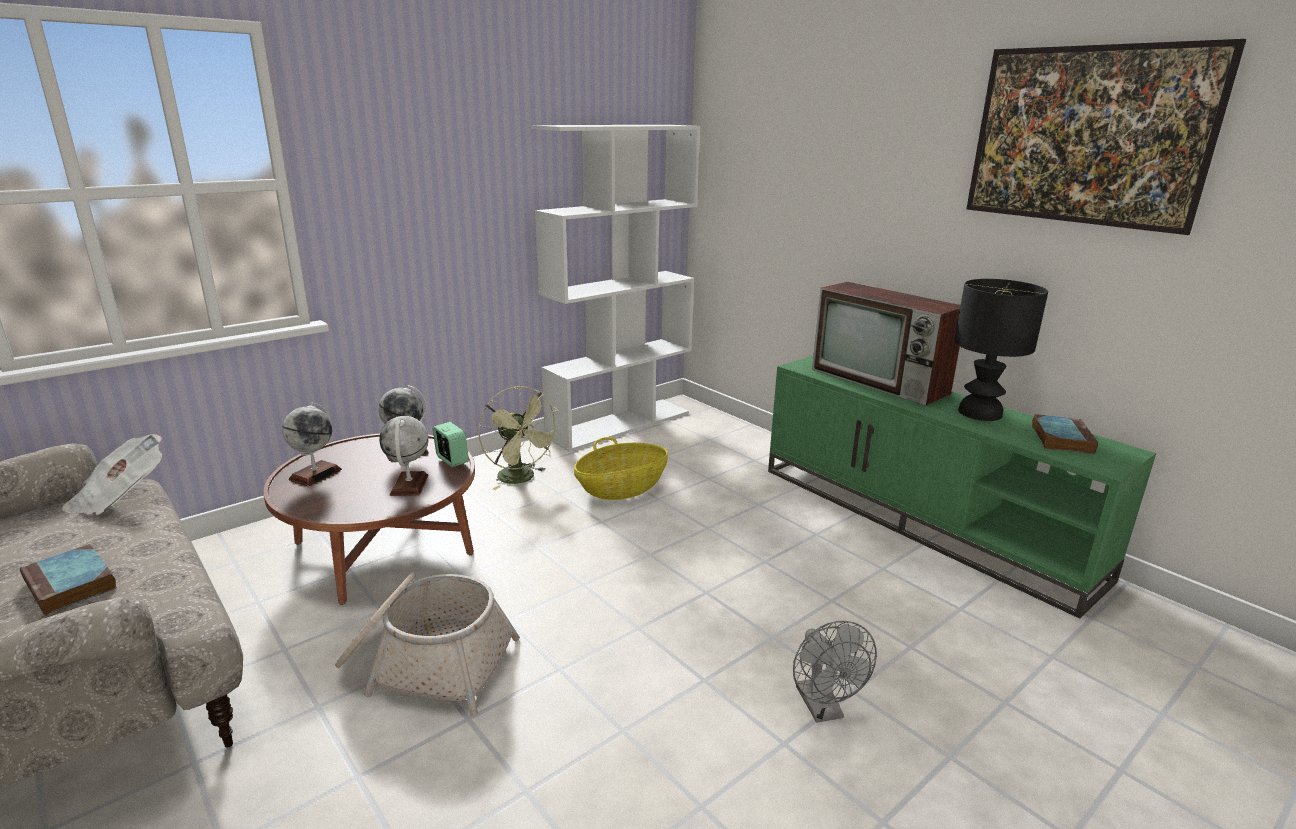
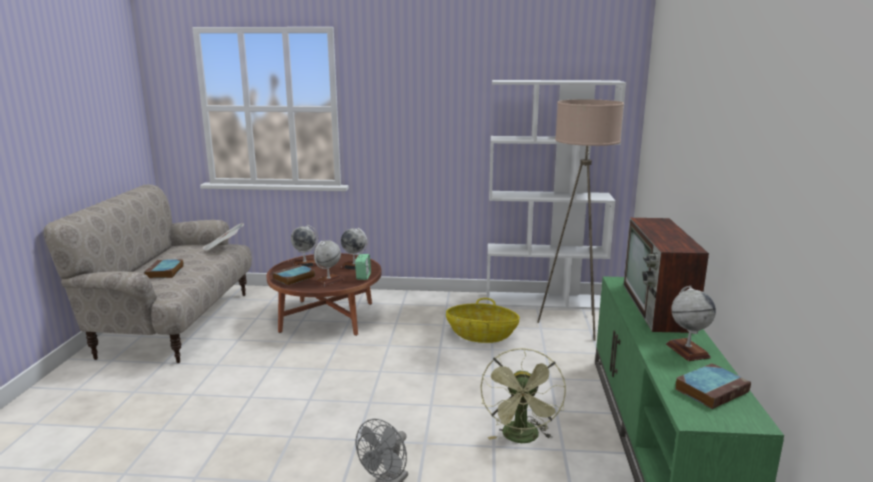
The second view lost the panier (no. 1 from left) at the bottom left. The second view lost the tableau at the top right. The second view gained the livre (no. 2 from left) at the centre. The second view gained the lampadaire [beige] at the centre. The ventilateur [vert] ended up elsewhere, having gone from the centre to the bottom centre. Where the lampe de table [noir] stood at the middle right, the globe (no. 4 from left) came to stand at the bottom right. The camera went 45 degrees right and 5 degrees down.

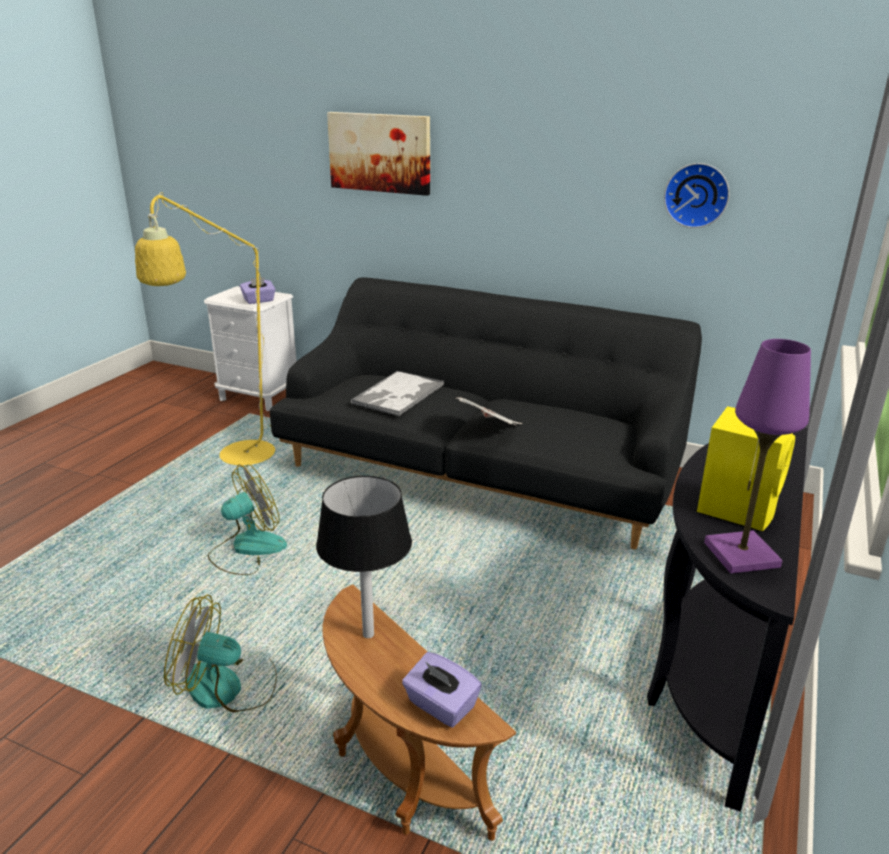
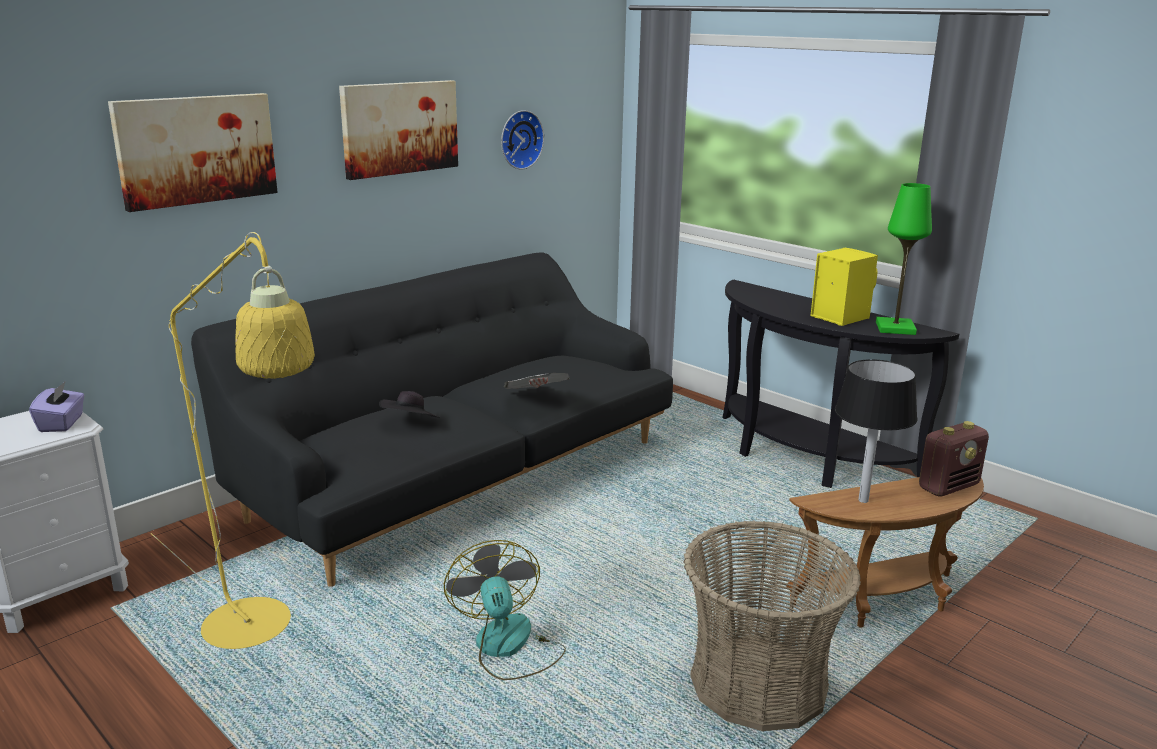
The second view gained the tableau (no. 2 from left) at the top centre. Where the ventilateur (no. 1 from left) stood at the bottom left, the panier came to stand at the bottom right. Where the plateau stood at the centre, the chapeau [noir] came to stand at the centre. Where the boîte à mouchoirs [violet] (no. 2 from left) stood at the bottom centre, the radio came to stand at the middle right. What was the lampe de table [violet] at the middle right turned into the lampe de table [vert] at the middle right. The camera went 70 degrees left and 5 degrees down.

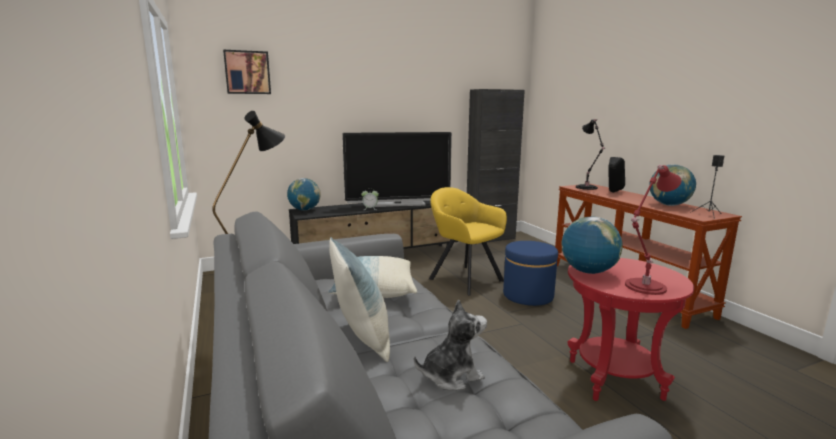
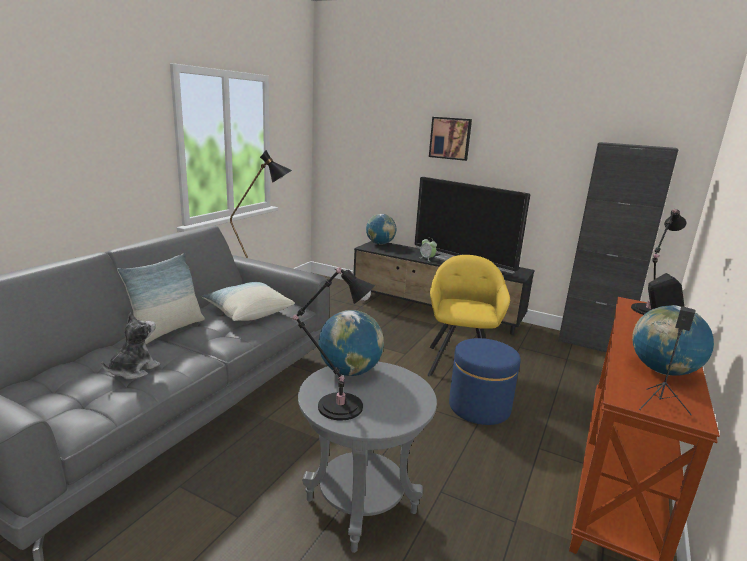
The tableau ended up elsewhere, having gone from the top left to the top centre. What was the table d'appoint [rouge] at the bottom right turned into the table d'appoint [gris] at the bottom centre. What was the lampe de table [rouge] at the middle right turned into the lampe de table [noir] (no. 1 from left) at the centre. The peluche at the bottom centre ended up facing another way, 90 degrees counterclockwise from before. The camera went 50 degrees right and 5 degrees up.

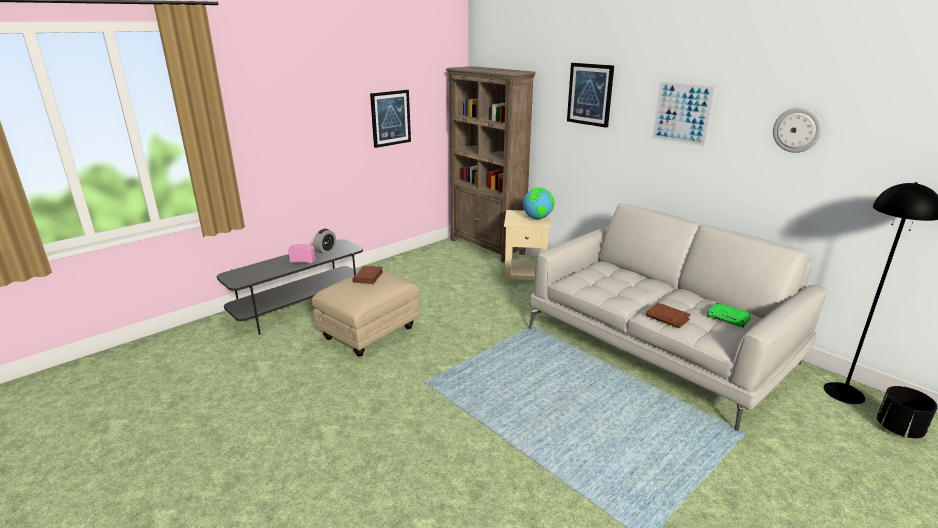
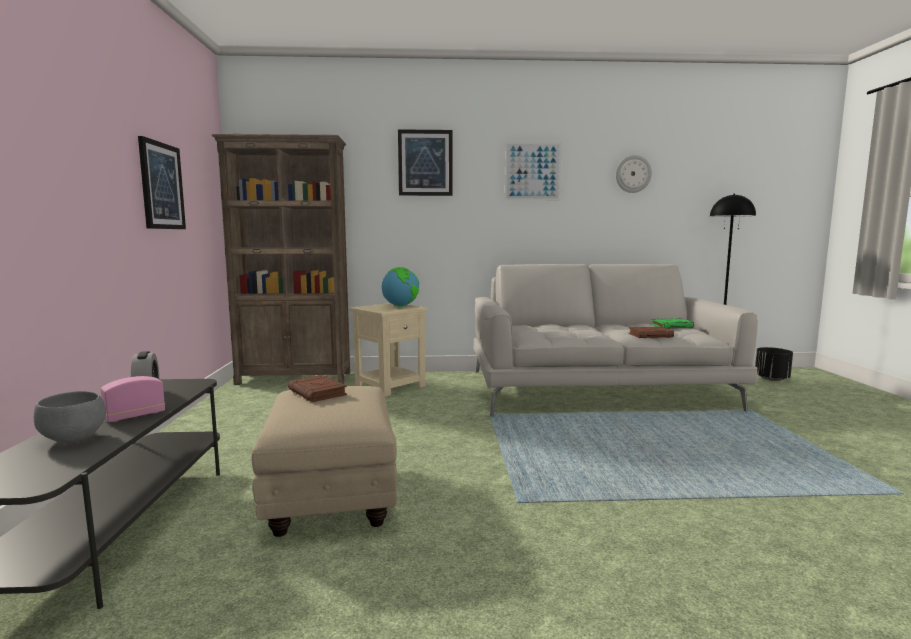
The second view gained the bol [gris] at the middle left. The camera went 50 degrees left and 15 degrees down.

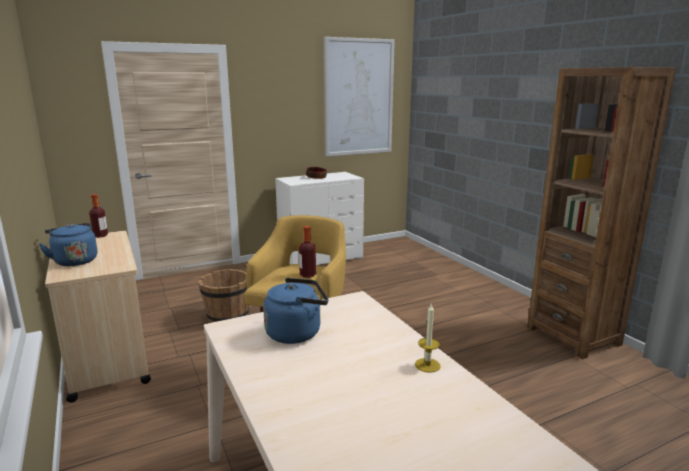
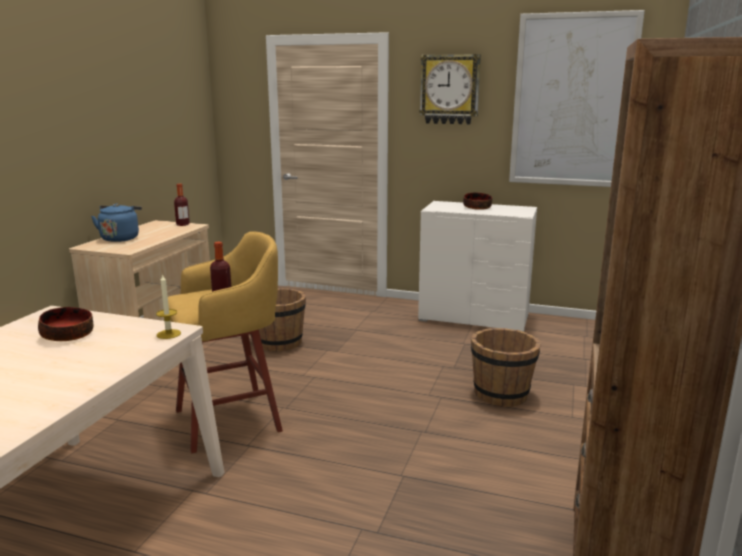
The second view gained the horloge murale at the top centre. The second view gained the seau [marron] (no. 2 from left) at the middle right. The bougie ended up elsewhere, having gone from the bottom centre to the middle left. Where the bouilloire [bleu] (no. 2 from left) stood at the centre, the bol (no. 1 from left) came to stand at the middle left. The camera went 45 degrees right and 0 degrees up.

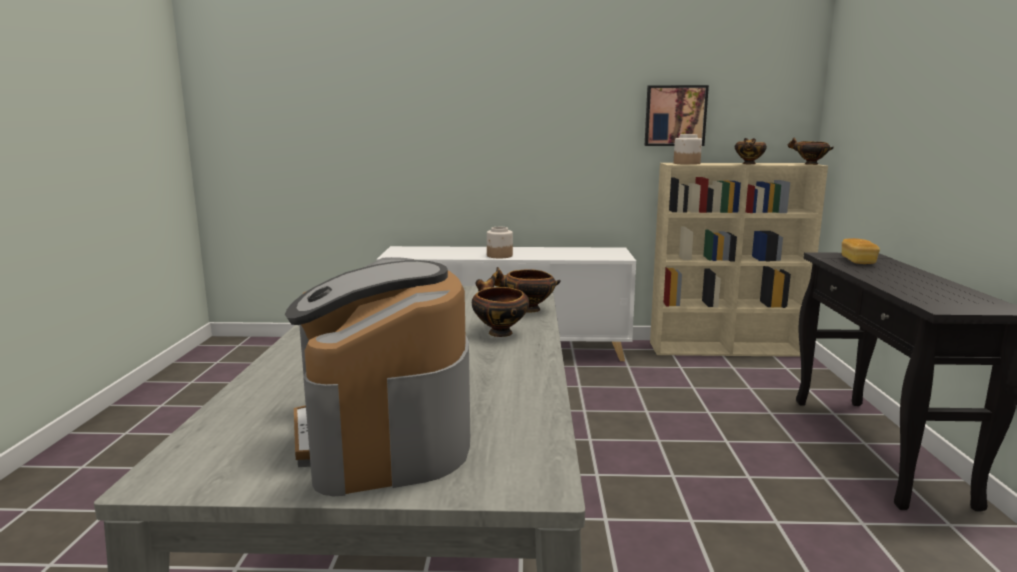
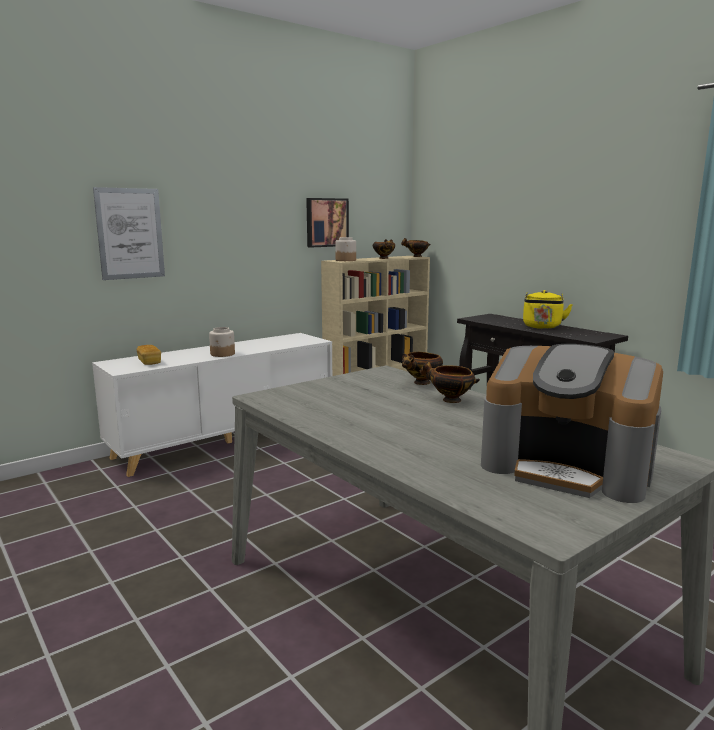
The second view gained the tableau (no. 1 from left) at the top left. The second view gained the bouilloire [jaune] at the middle right. The pain ended up elsewhere, having gone from the middle right to the middle left. The camera went 40 degrees left and 0 degrees up.

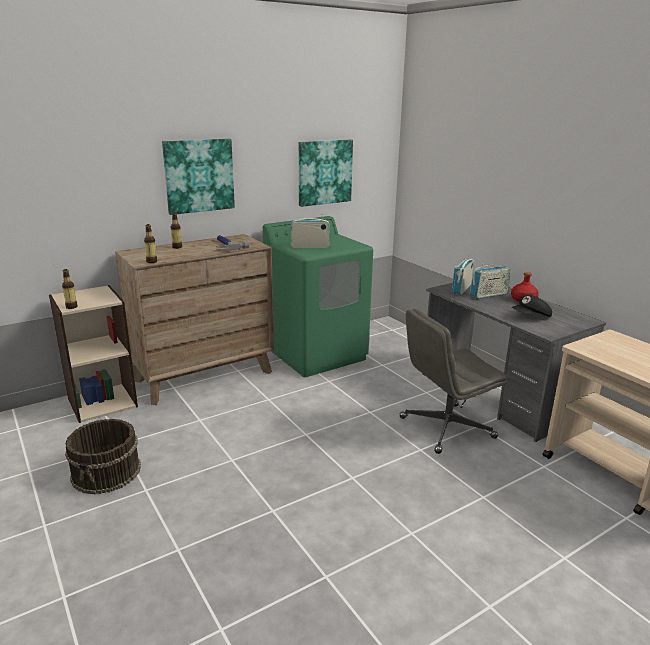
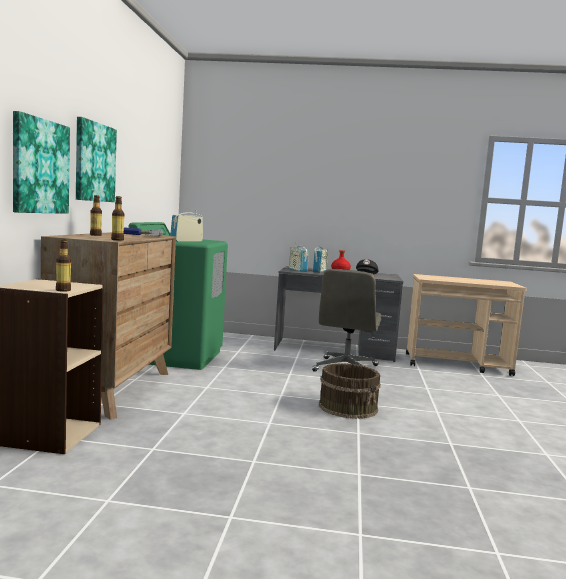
The seau [marron] ended up elsewhere, having gone from the bottom left to the bottom centre. The tableau (no. 2 from left in the first image) ended up elsewhere, having gone from the top centre to the top left. The camera went 50 degrees left and 15 degrees down.

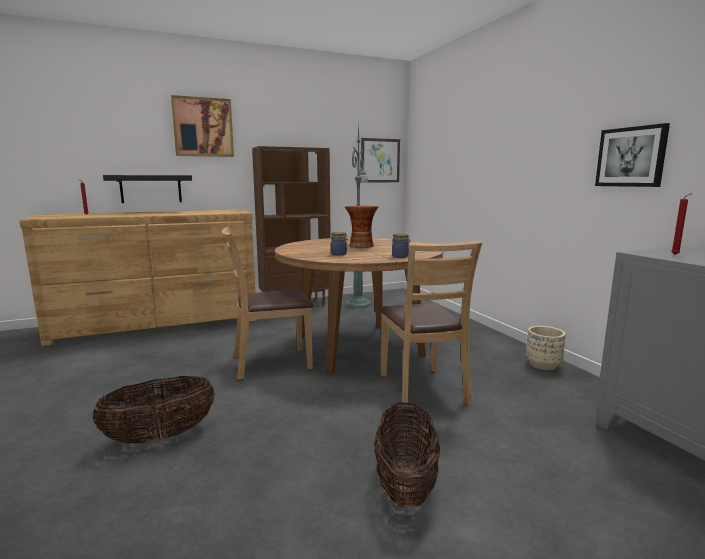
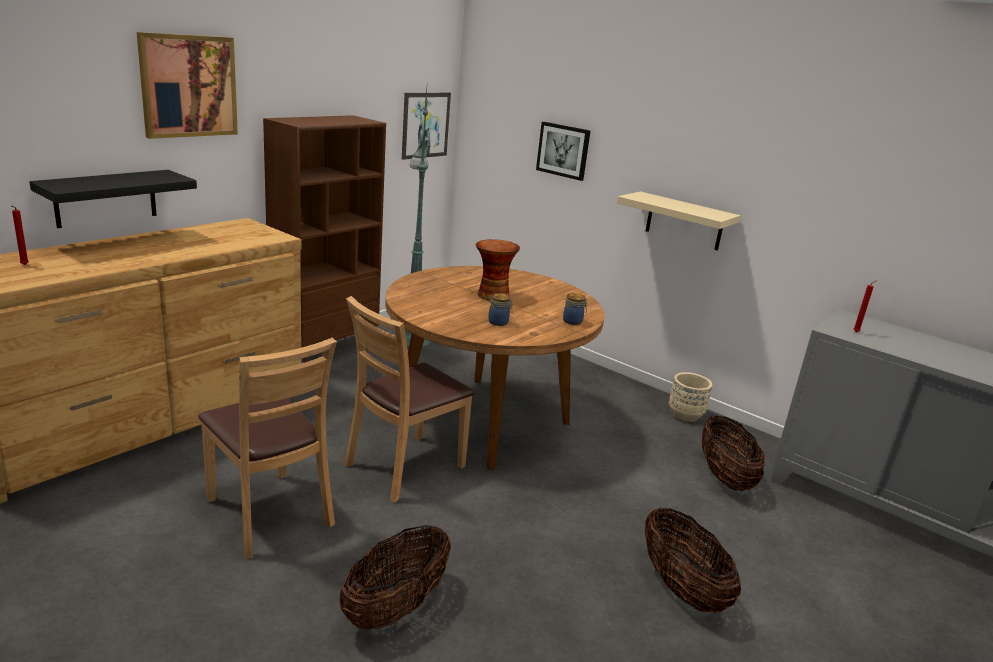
The second view gained the étagère [beige] at the middle right. The second view gained the panier (no. 3 from left) at the bottom right. The chaise [marron] (no. 2 from left in the first image) ended up elsewhere, having gone from the centre to the bottom left. The tableau (no. 3 from left) ended up elsewhere, having gone from the top right to the top centre. The camera went 30 degrees left and 10 degrees up.

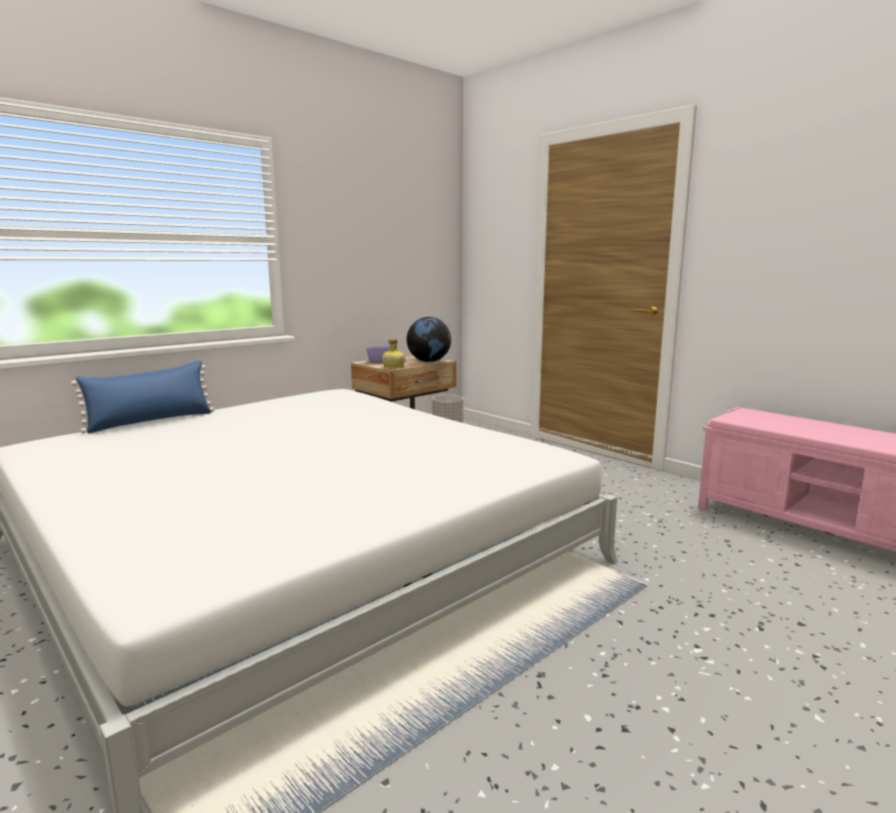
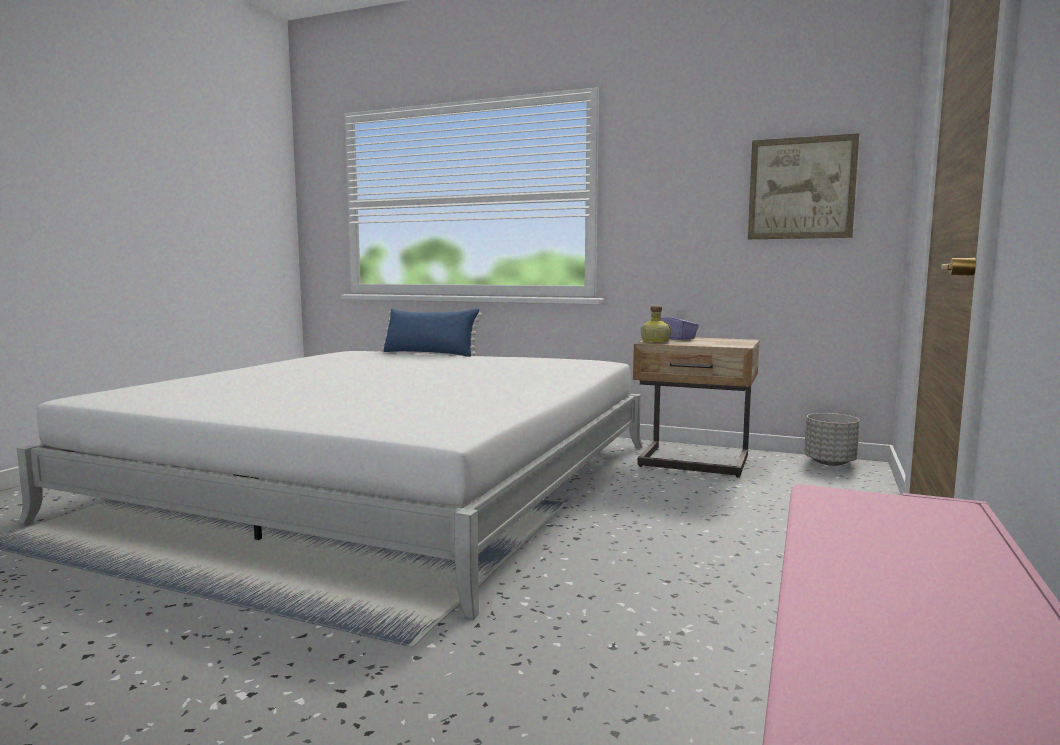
The second view lost the globe at the centre. The second view gained the tableau at the top right. The camera went 65 degrees right and 5 degrees down.

